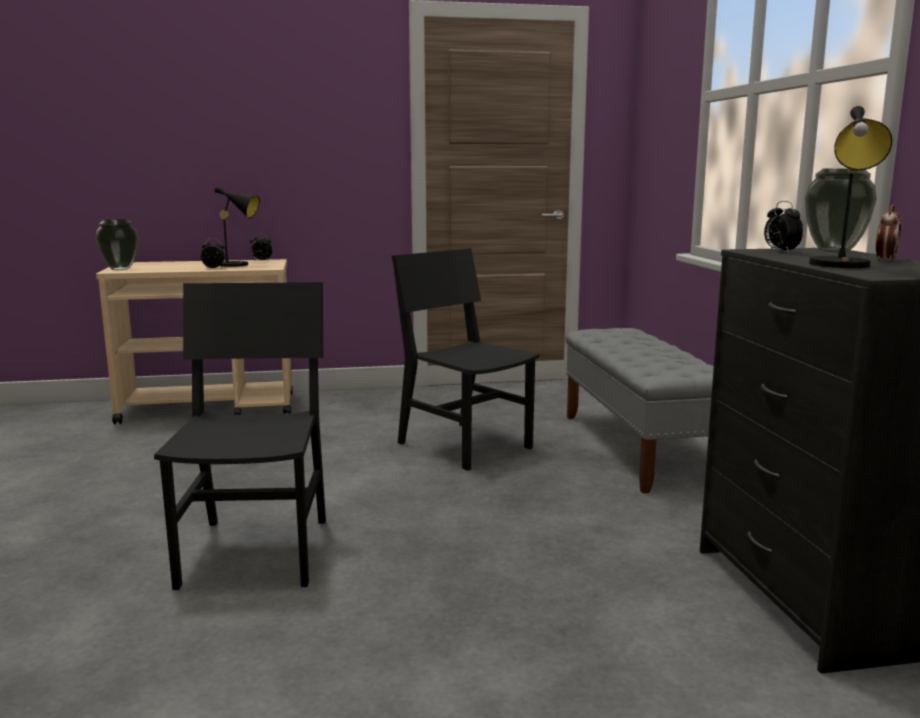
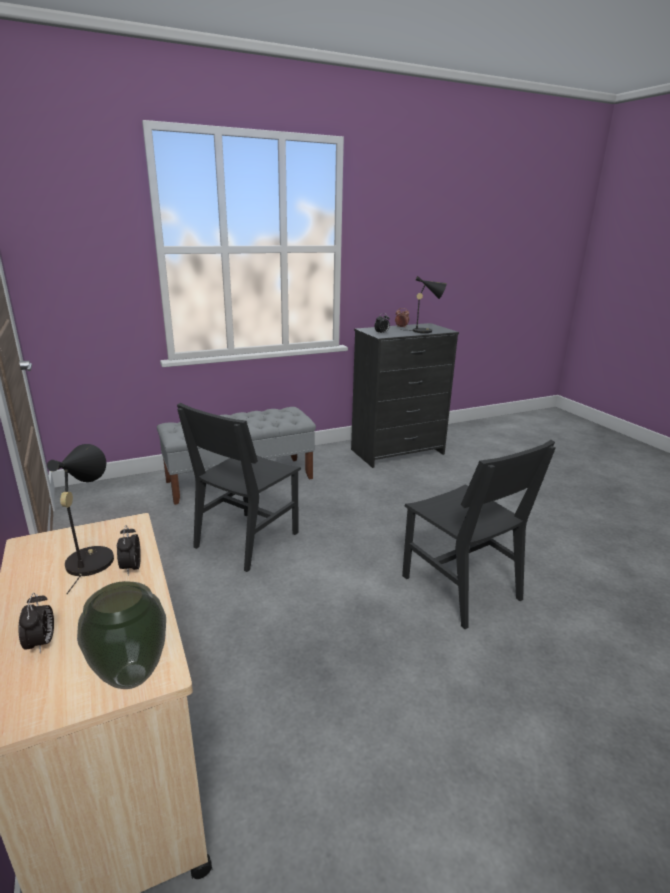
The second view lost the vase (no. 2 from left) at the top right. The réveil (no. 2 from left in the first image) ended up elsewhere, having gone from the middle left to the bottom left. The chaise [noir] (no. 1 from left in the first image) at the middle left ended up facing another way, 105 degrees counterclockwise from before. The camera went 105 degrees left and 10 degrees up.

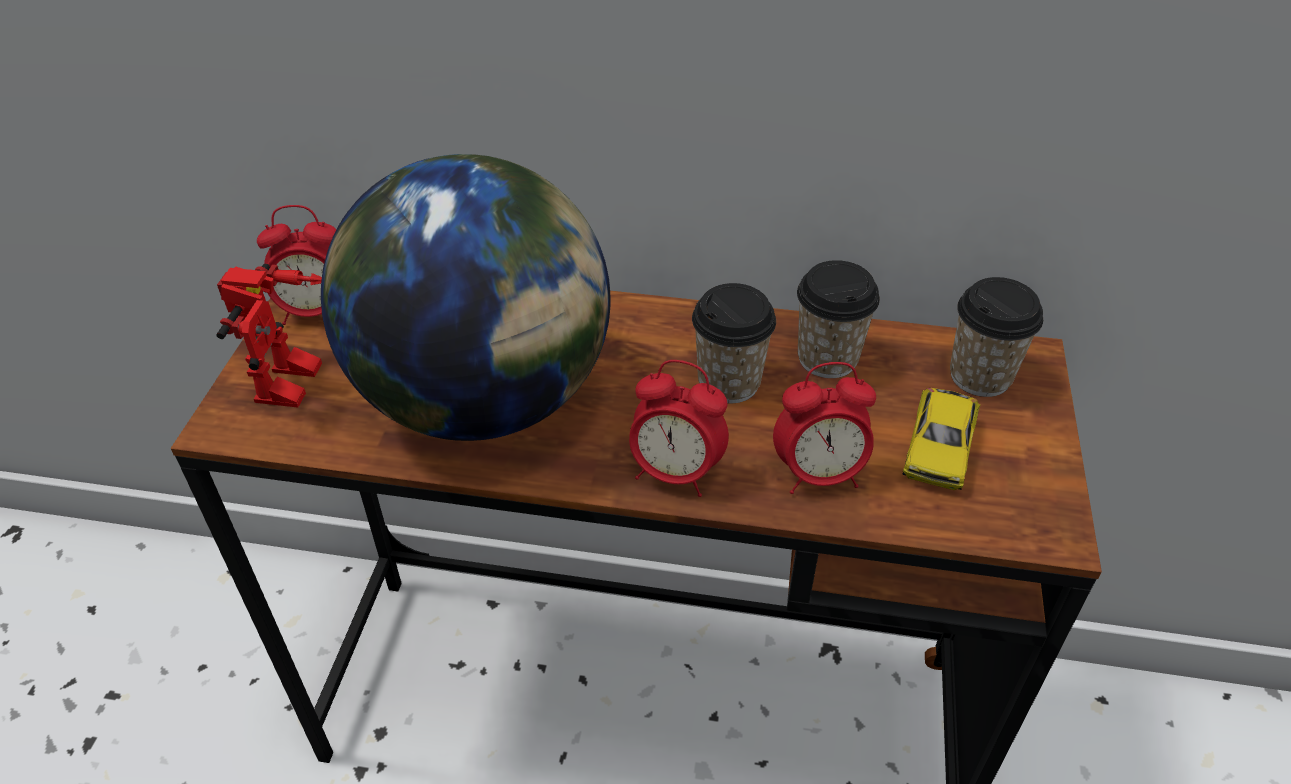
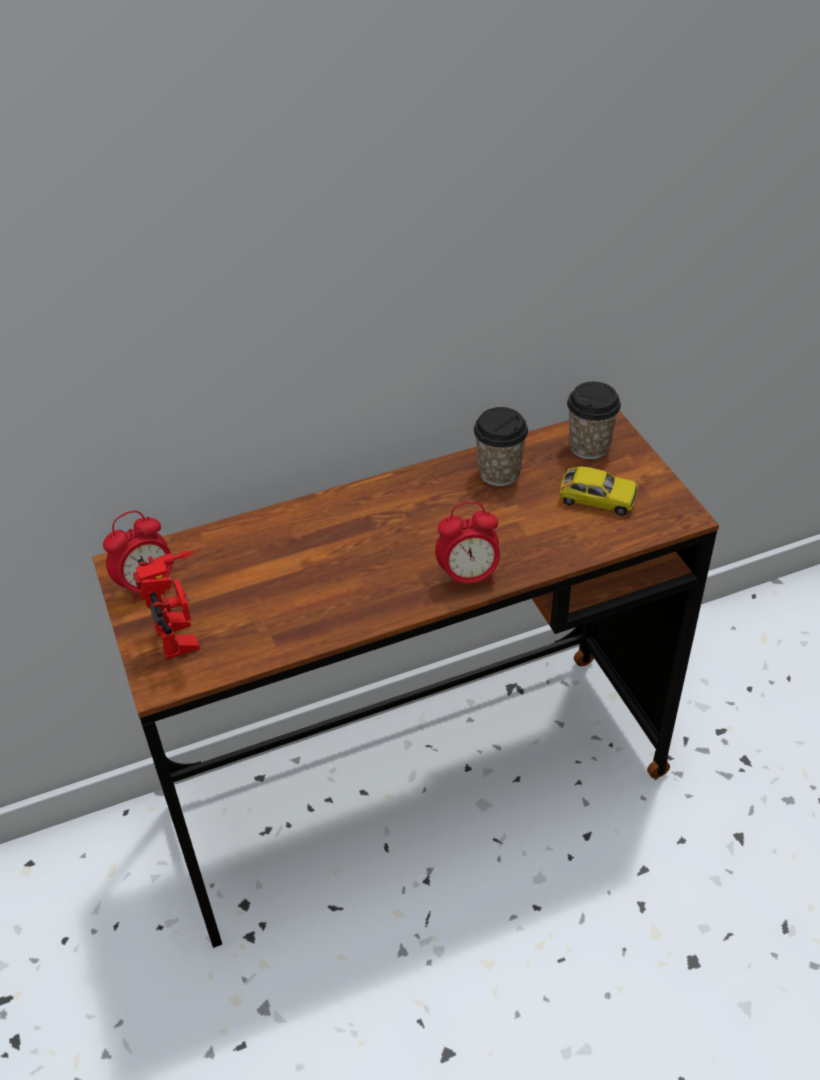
The second view lost the globe at the centre. The second view lost the tasse (no. 1 from left) at the centre. The second view lost the réveil (no. 3 from left) at the centre. The petite voiture at the middle right ended up facing another way, 60 degrees counterclockwise from before. The camera went 30 degrees left and 0 degrees up.

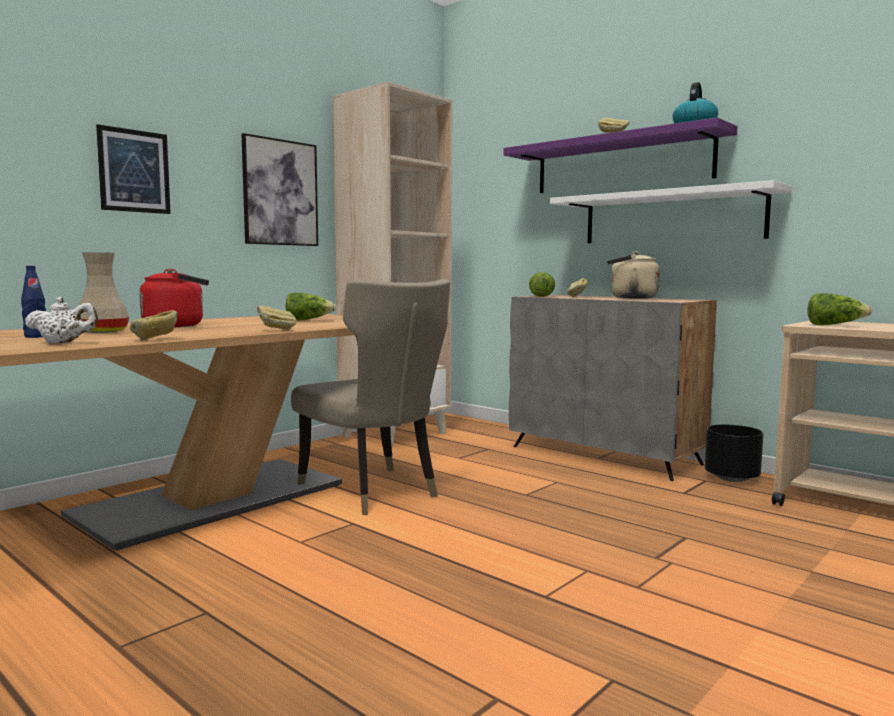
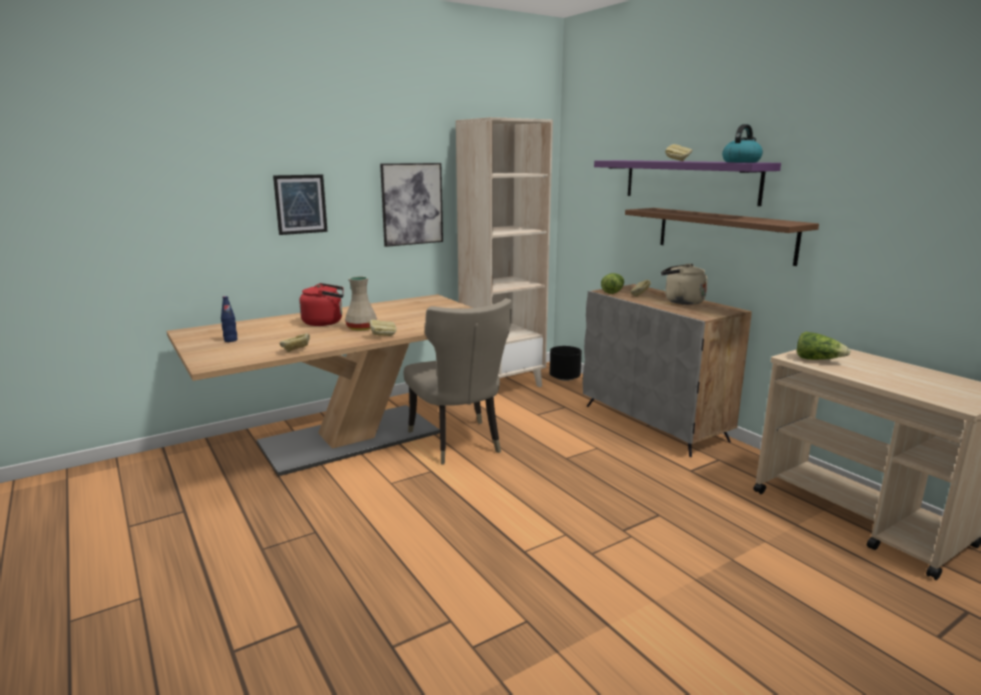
The second view lost the théière [blanc] at the middle left. The second view lost the laitue (no. 1 from left) at the centre. The vase [beige] ended up elsewhere, having gone from the middle left to the centre. The cache-pot [noir] ended up elsewhere, having gone from the middle right to the centre. What was the étagère [blanc] at the top right turned into the étagère [marron] at the middle right. The camera went 15 degrees right and 10 degrees up.

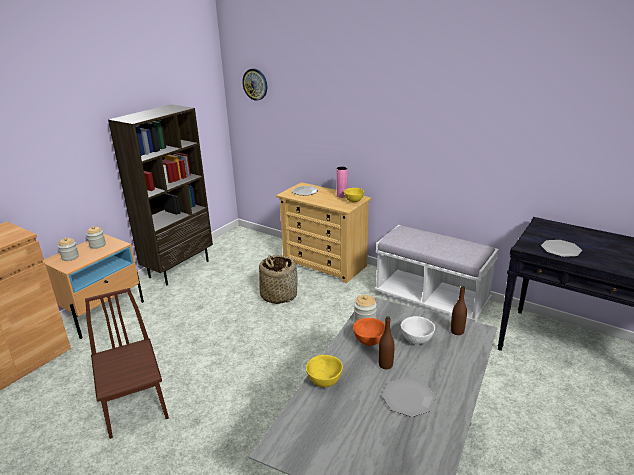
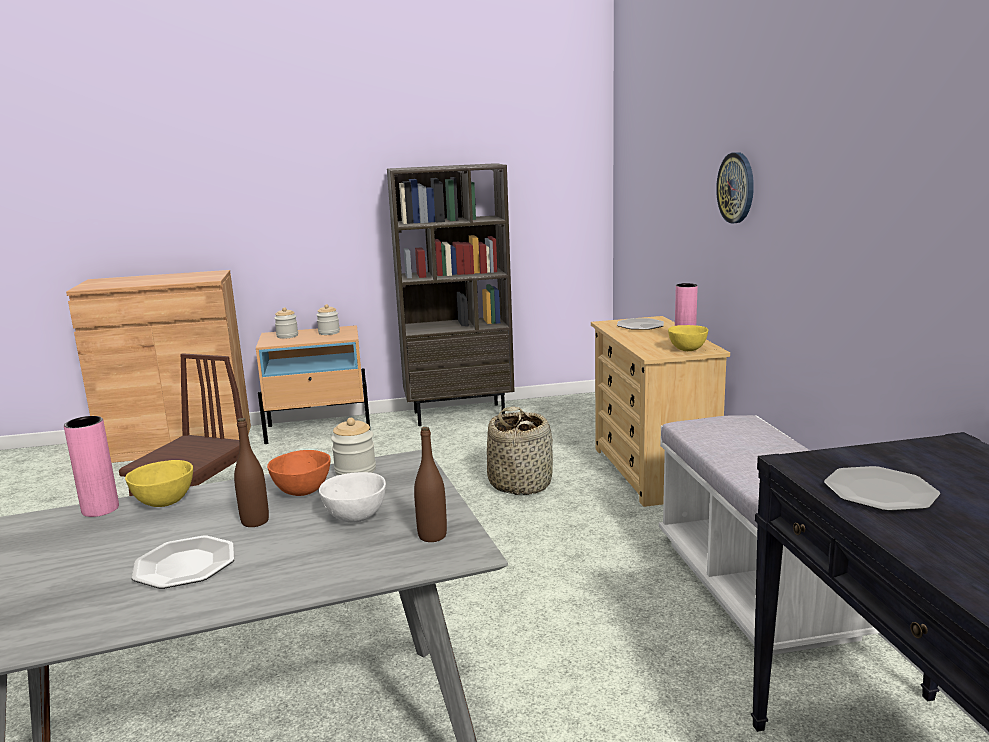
The second view gained the vase [rose] (no. 1 from left) at the middle left. The horloge murale ended up elsewhere, having gone from the top centre to the top right. The camera went 45 degrees right and 10 degrees down.

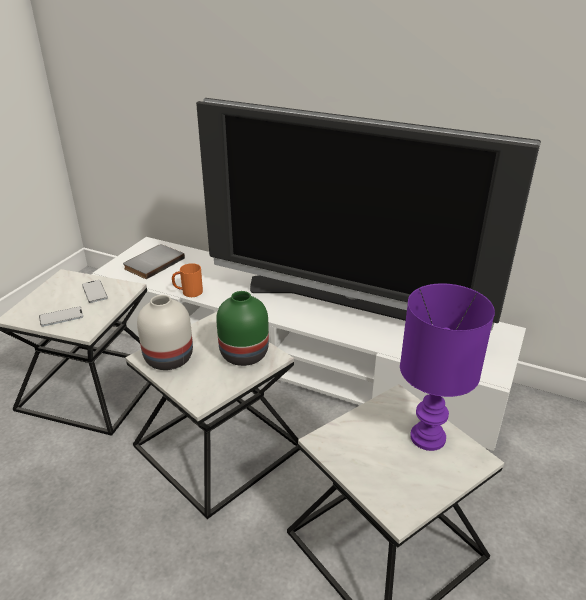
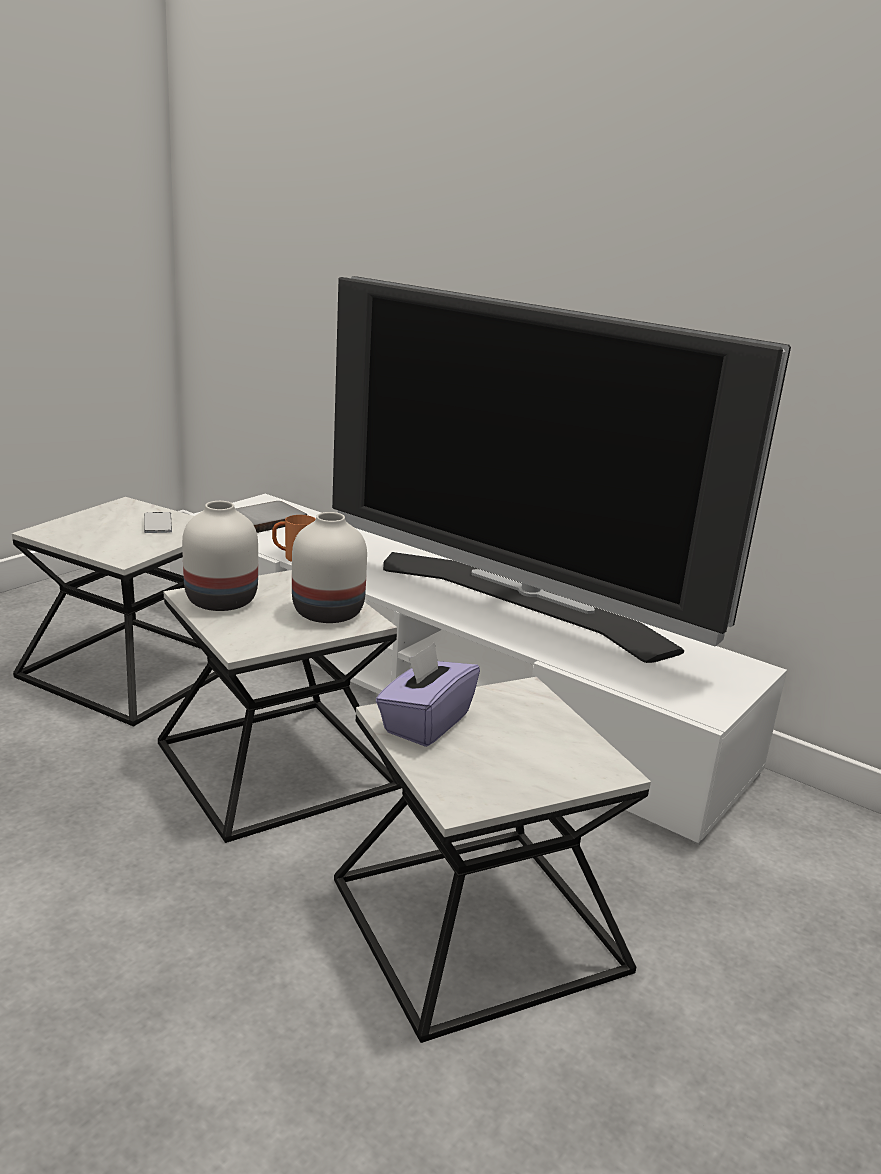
The second view lost the téléphone (no. 1 from left) at the middle left. The second view lost the lampe de table [violet] at the middle right. The second view gained the boîte à mouchoirs [violet] at the centre. What was the vase [vert] at the centre turned into the vase [blanc] (no. 2 from left) at the centre. The camera went 10 degrees right and 10 degrees down.

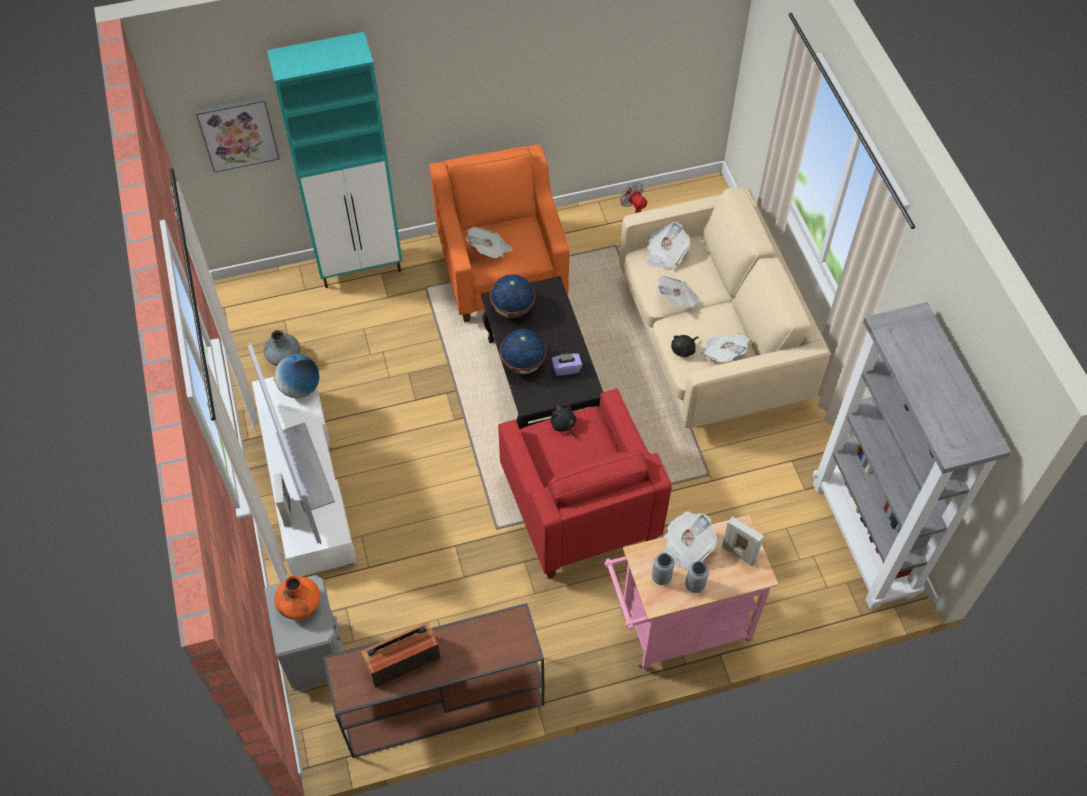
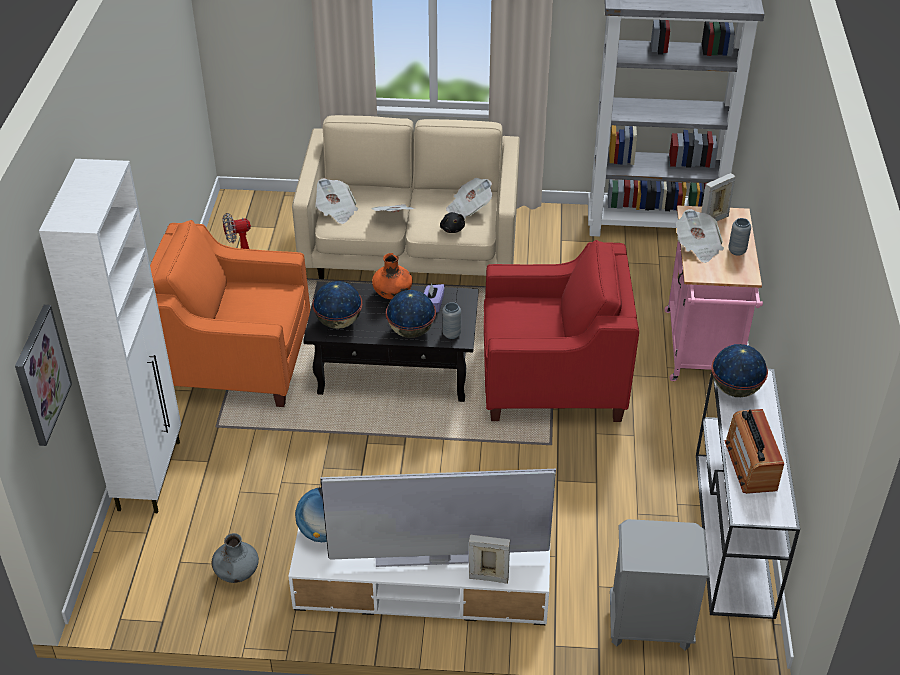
The second view lost the journal (no. 1 from left) at the top centre. The second view lost the peluche [noir] (no. 1 from left) at the centre. The second view gained the globe (no. 4 from left) at the middle right. The vase [orange] ended up elsewhere, having gone from the bottom left to the centre. The vase [gris] (no. 2 from left) ended up elsewhere, having gone from the bottom centre to the centre. What was the meuble de rangement [turquoise] at the top left turned into the meuble de rangement [blanc] at the middle left. What was the table console [marron] at the bottom centre turned into the table console [blanc] at the bottom right. The camera went 70 degrees left and 15 degrees down.

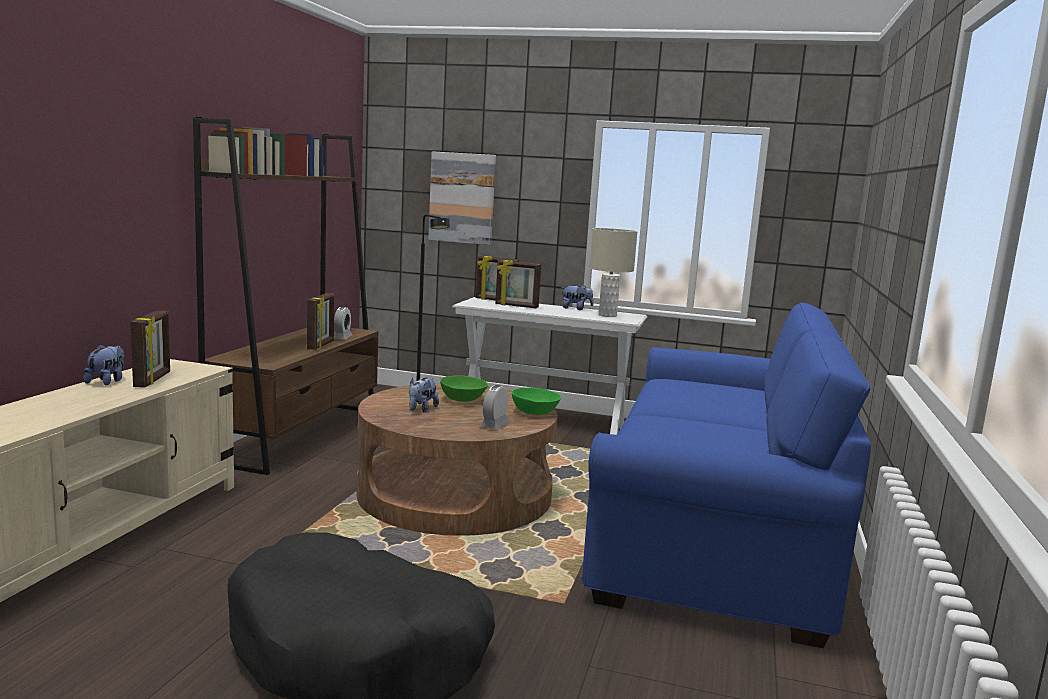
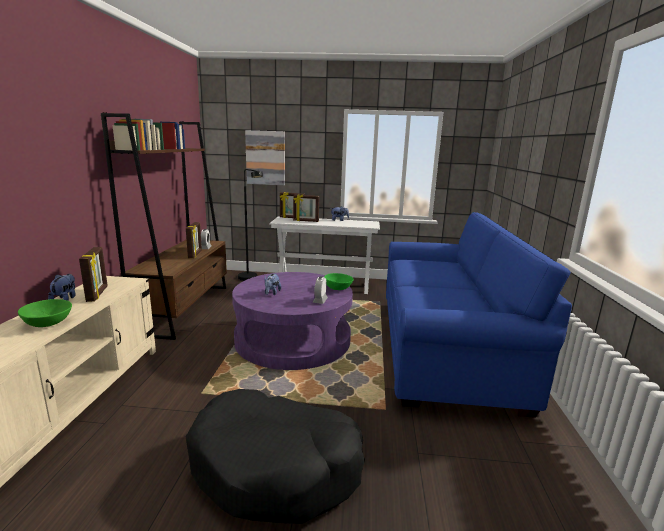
The second view lost the lampe de table [beige] at the centre. The bol [vert] (no. 1 from left) ended up elsewhere, having gone from the centre to the middle left. What was the table basse [marron] at the centre turned into the table basse [violet] at the centre. The camera went 10 degrees left and 5 degrees up.

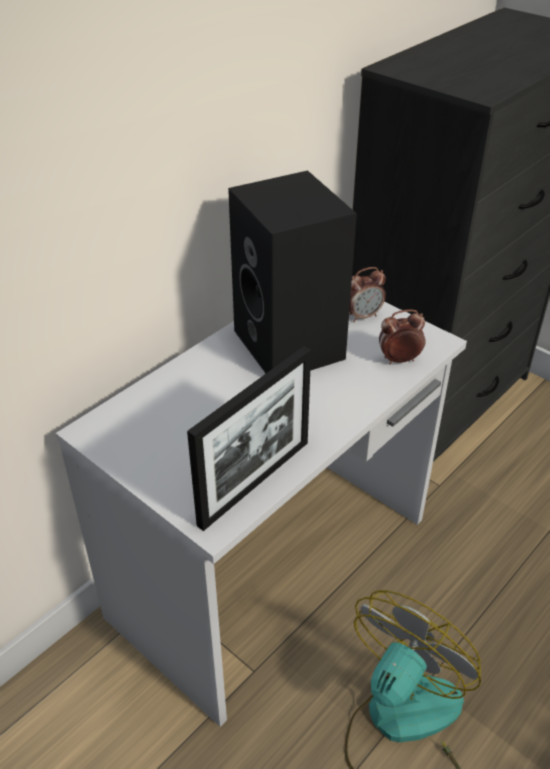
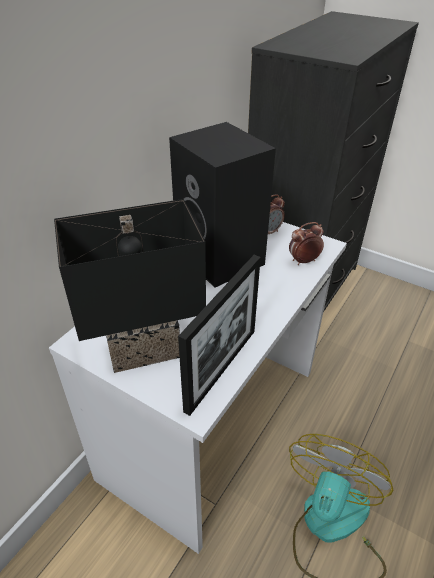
The second view gained the lampe de table [noir] at the middle left. The camera went 10 degrees left and 0 degrees up.

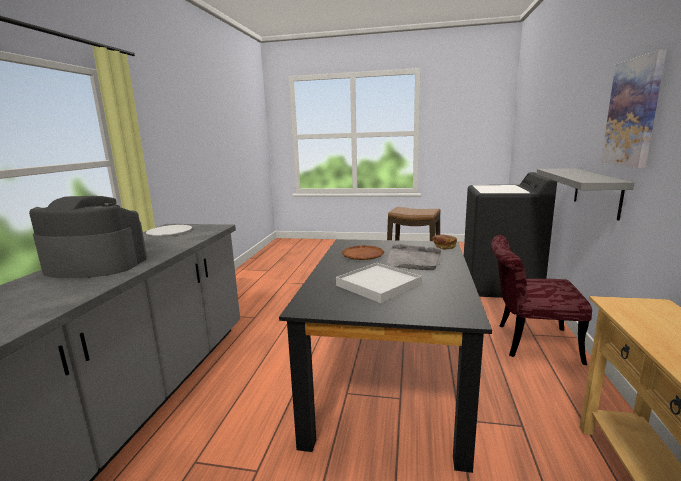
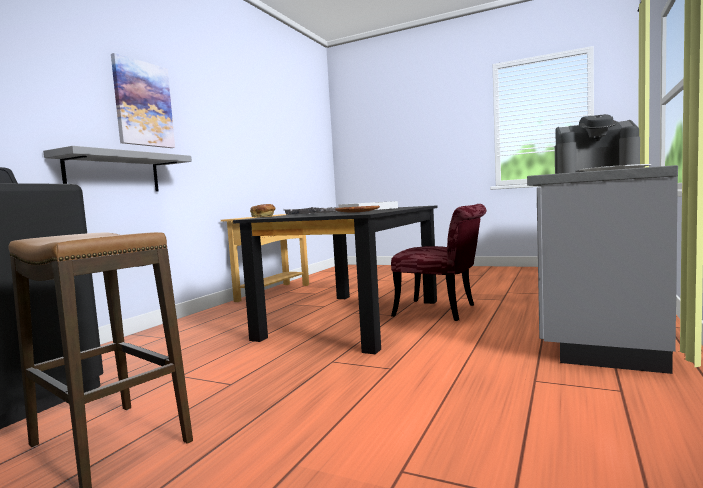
The chaise [rouge] ended up elsewhere, having gone from the middle right to the centre. The camera went 165 degrees left and 10 degrees down.

